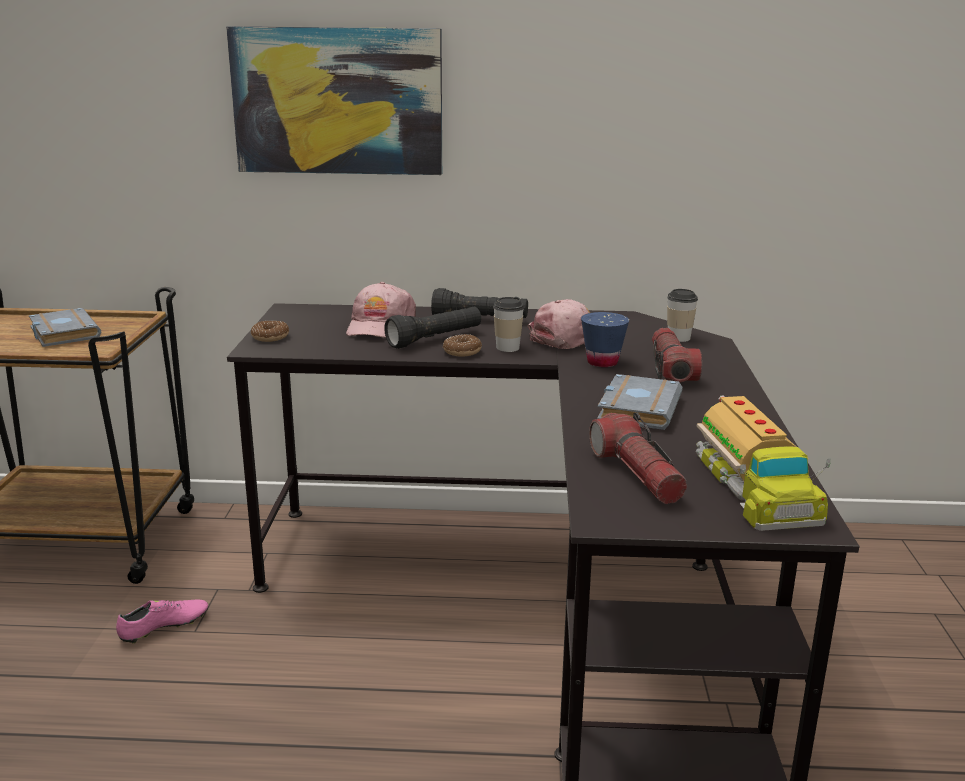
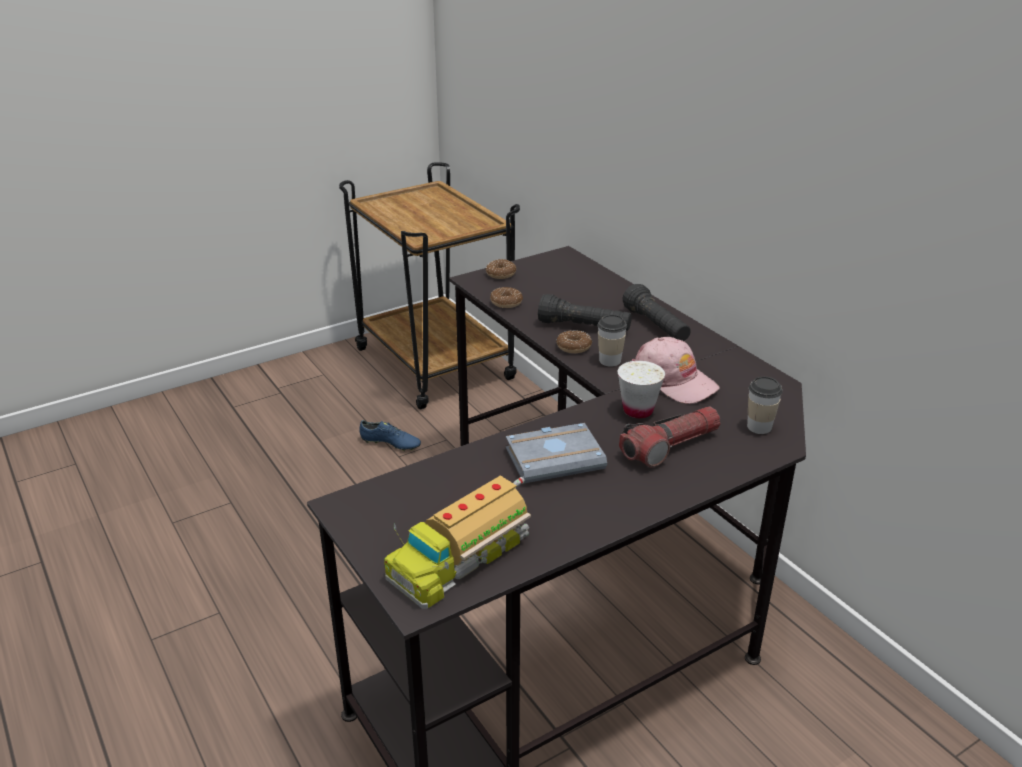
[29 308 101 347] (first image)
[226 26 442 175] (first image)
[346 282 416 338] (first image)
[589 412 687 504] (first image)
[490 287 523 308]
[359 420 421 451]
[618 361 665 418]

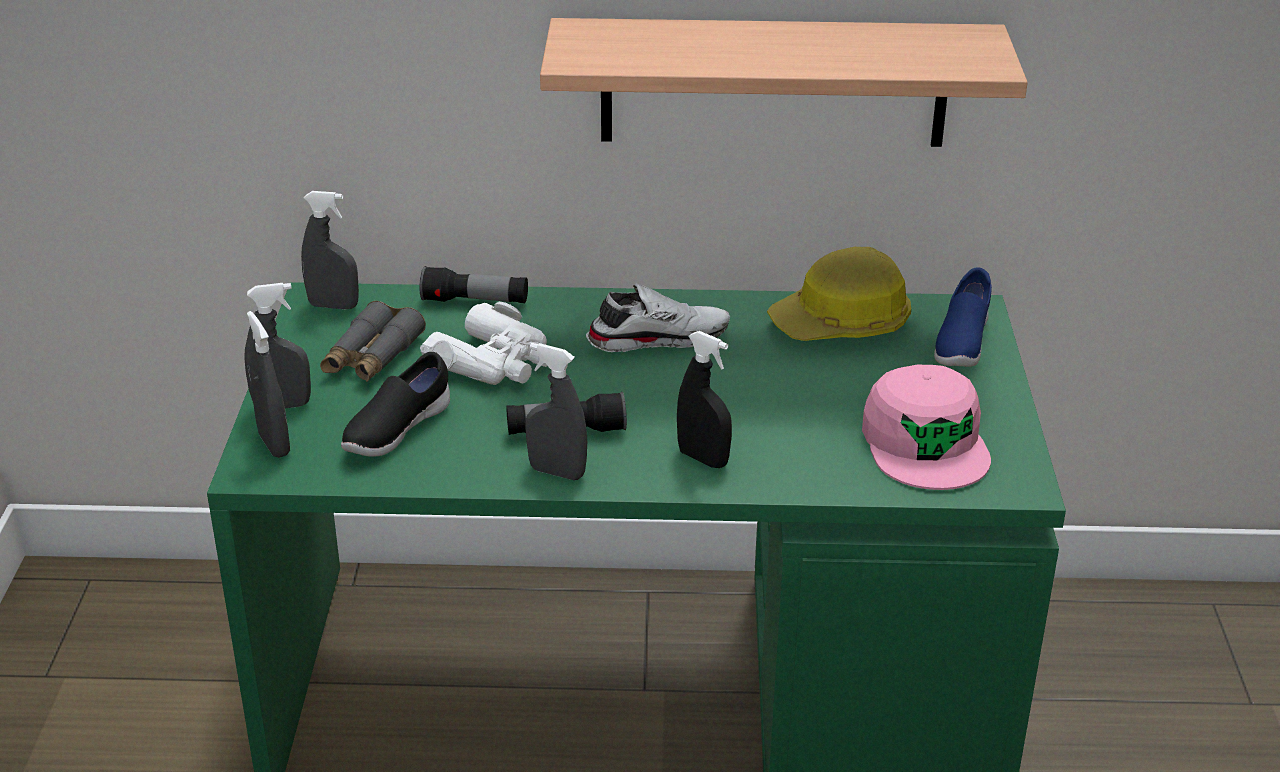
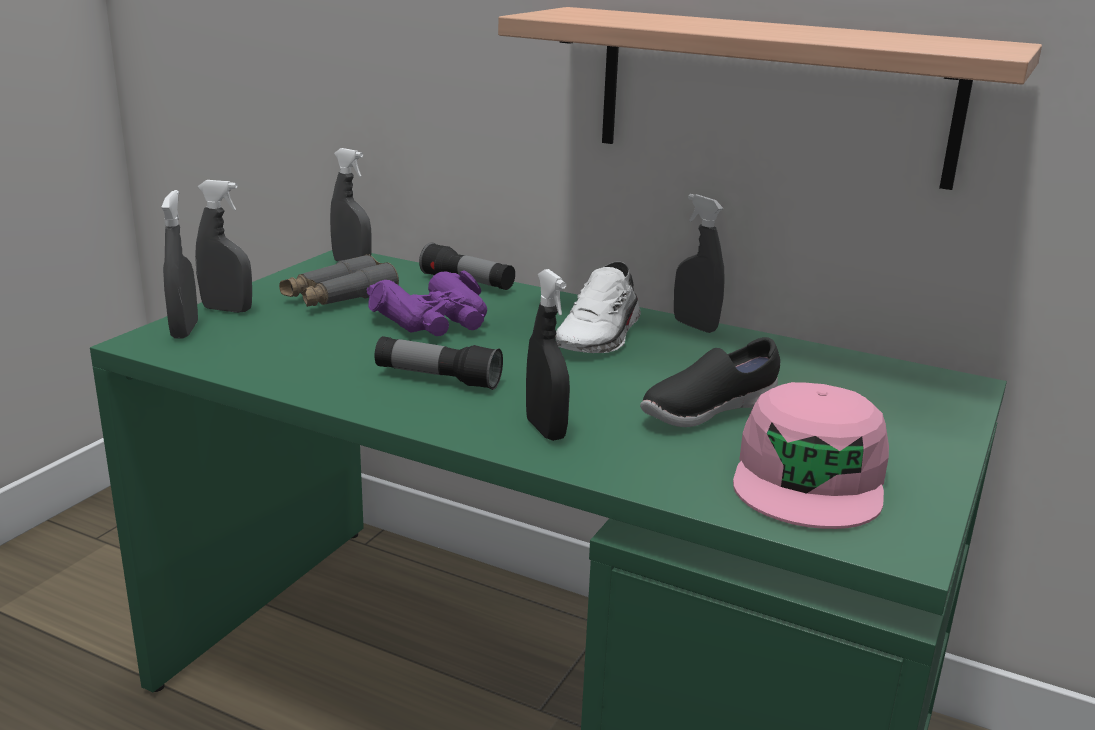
[767 247 911 341] (first image)
[934 267 992 367] (first image)
[640 337 780 427]
[674 194 725 333]
[366 271 487 336]
[555 261 641 353]

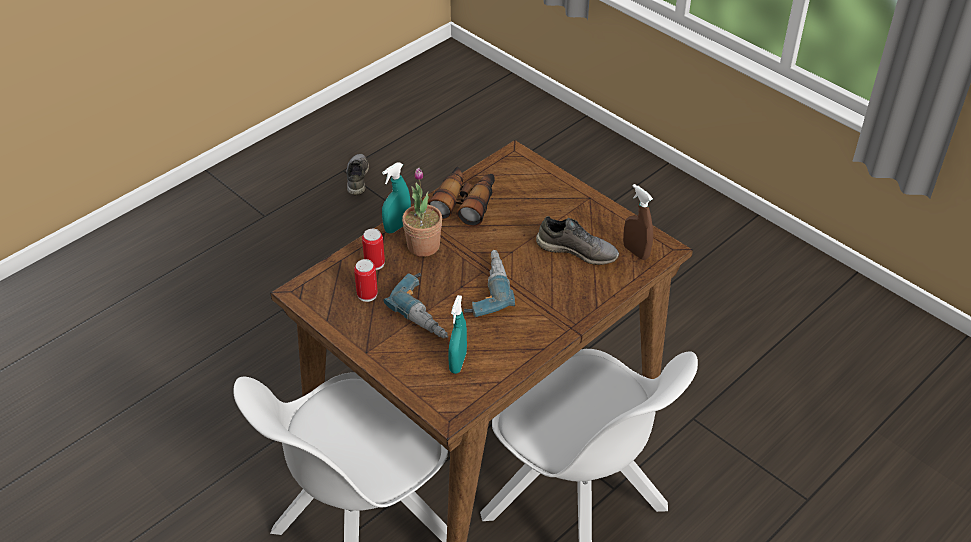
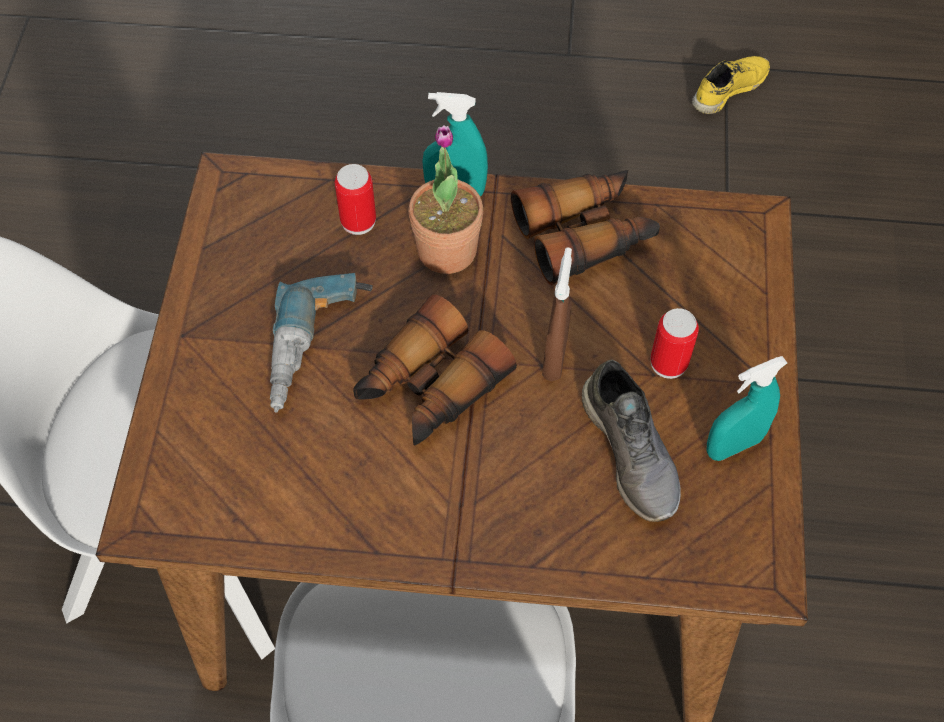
[650 308 699 379]
[707 356 787 461]
[542 247 572 381]
[353 295 517 445]
[692 56 770 114]

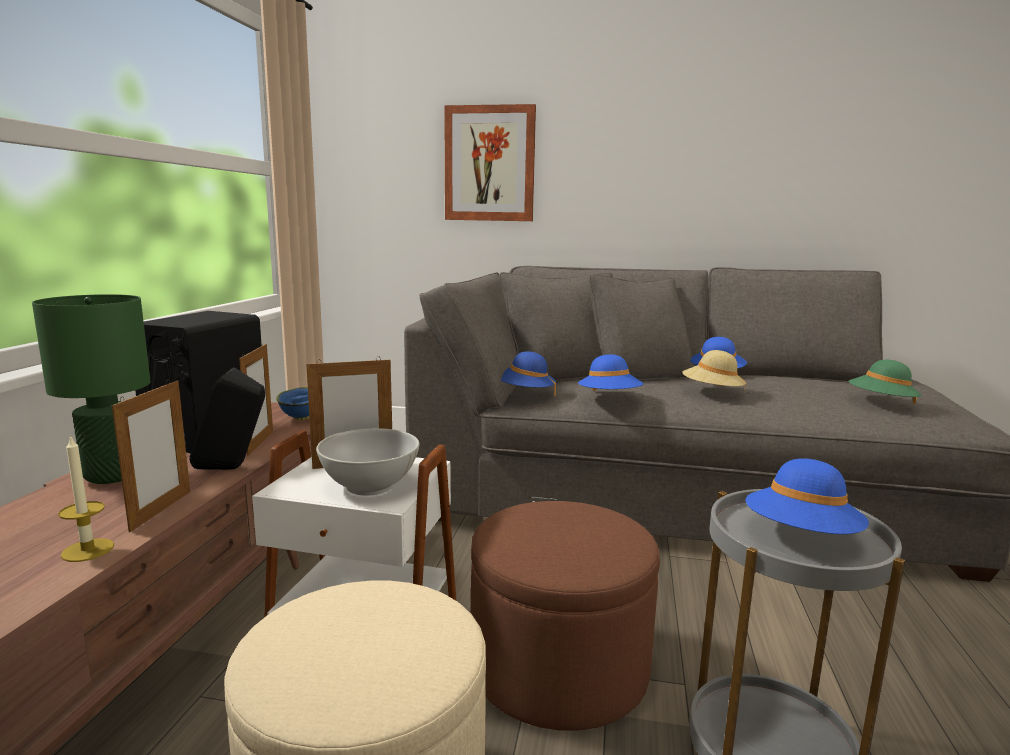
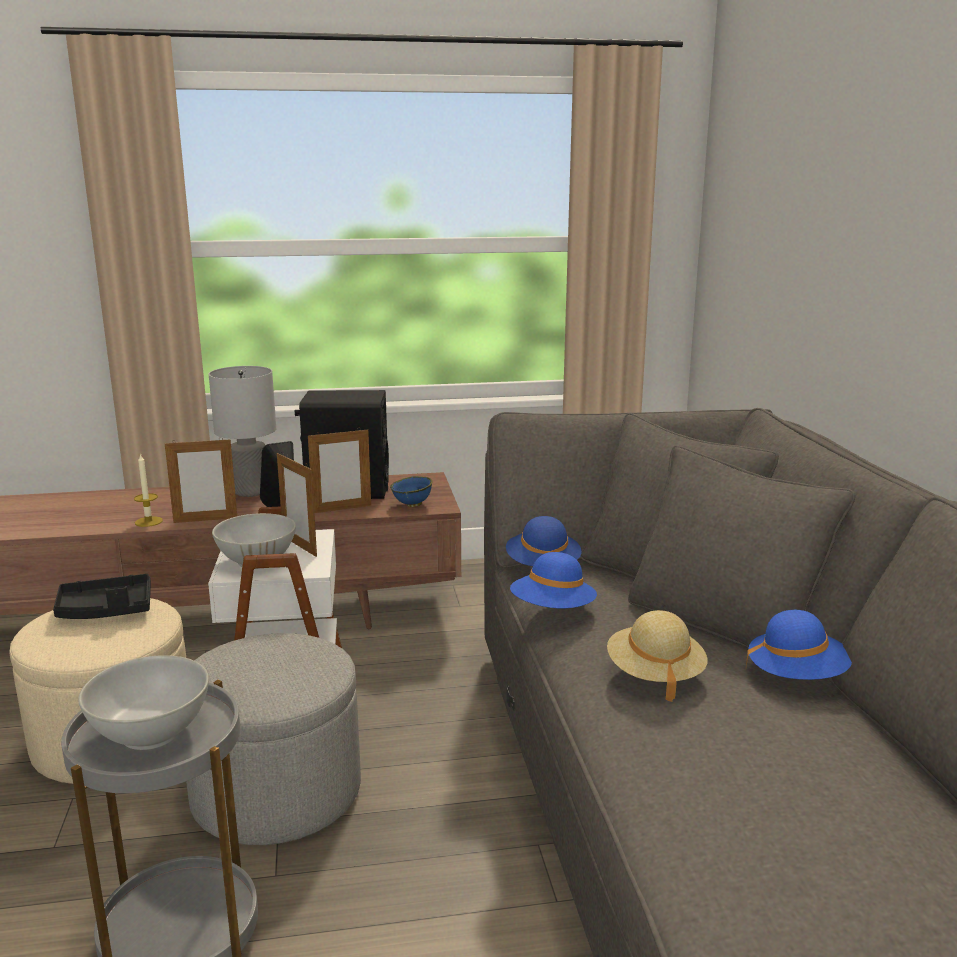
[444 104 536 221] (first image)
[848 360 922 404] (first image)
[53 574 151 619]
[78 655 209 750]
[209 366 276 497]
[186 633 361 845]

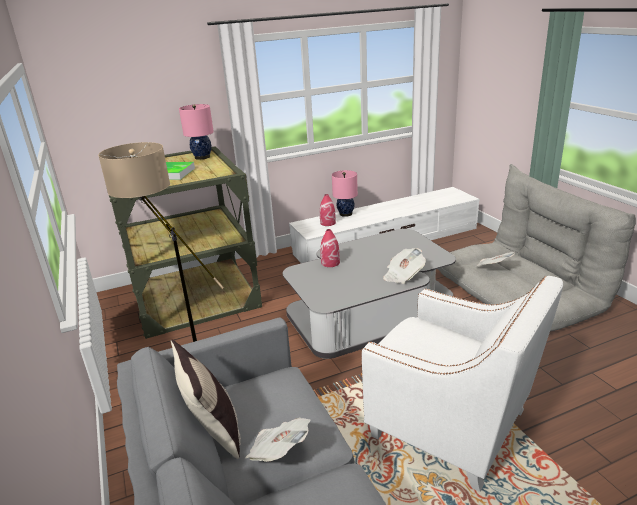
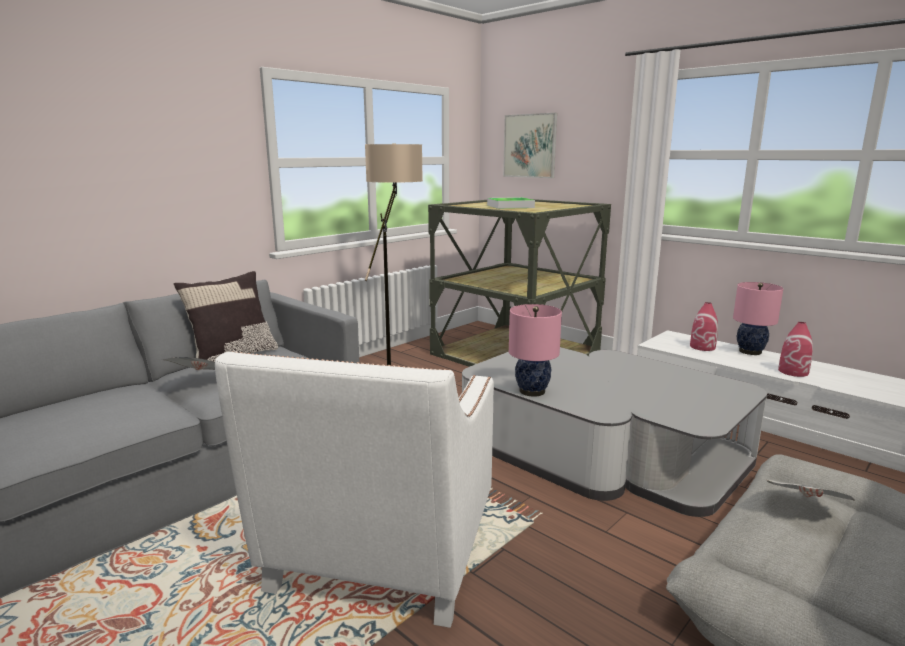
[383 248 426 284] (first image)
[503 113 557 178]
[509 304 562 397]
[778 322 813 377]

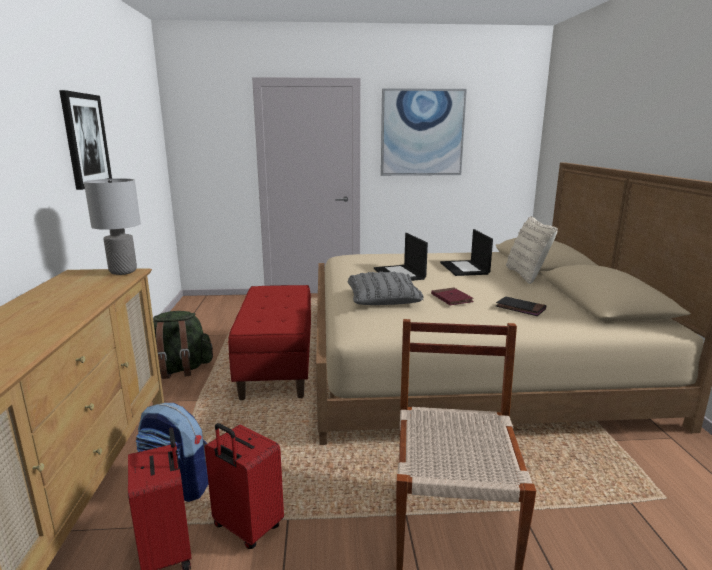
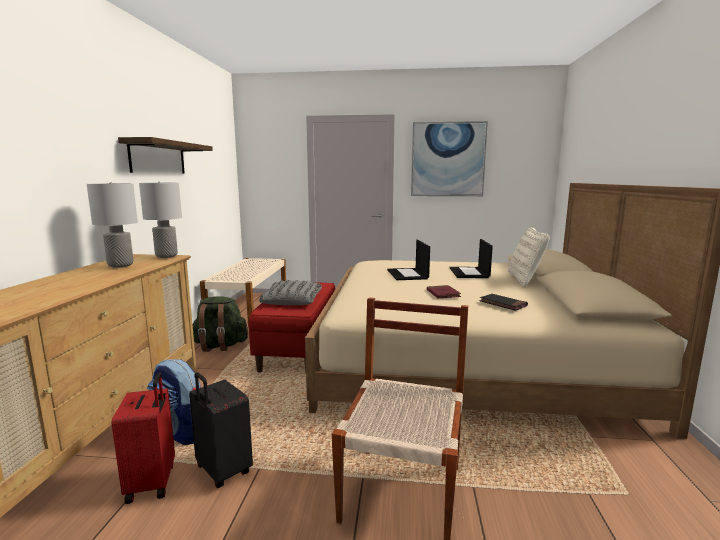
[87 182 138 268]
[200 258 286 328]
[259 280 322 305]
[118 137 213 173]
[189 372 253 488]

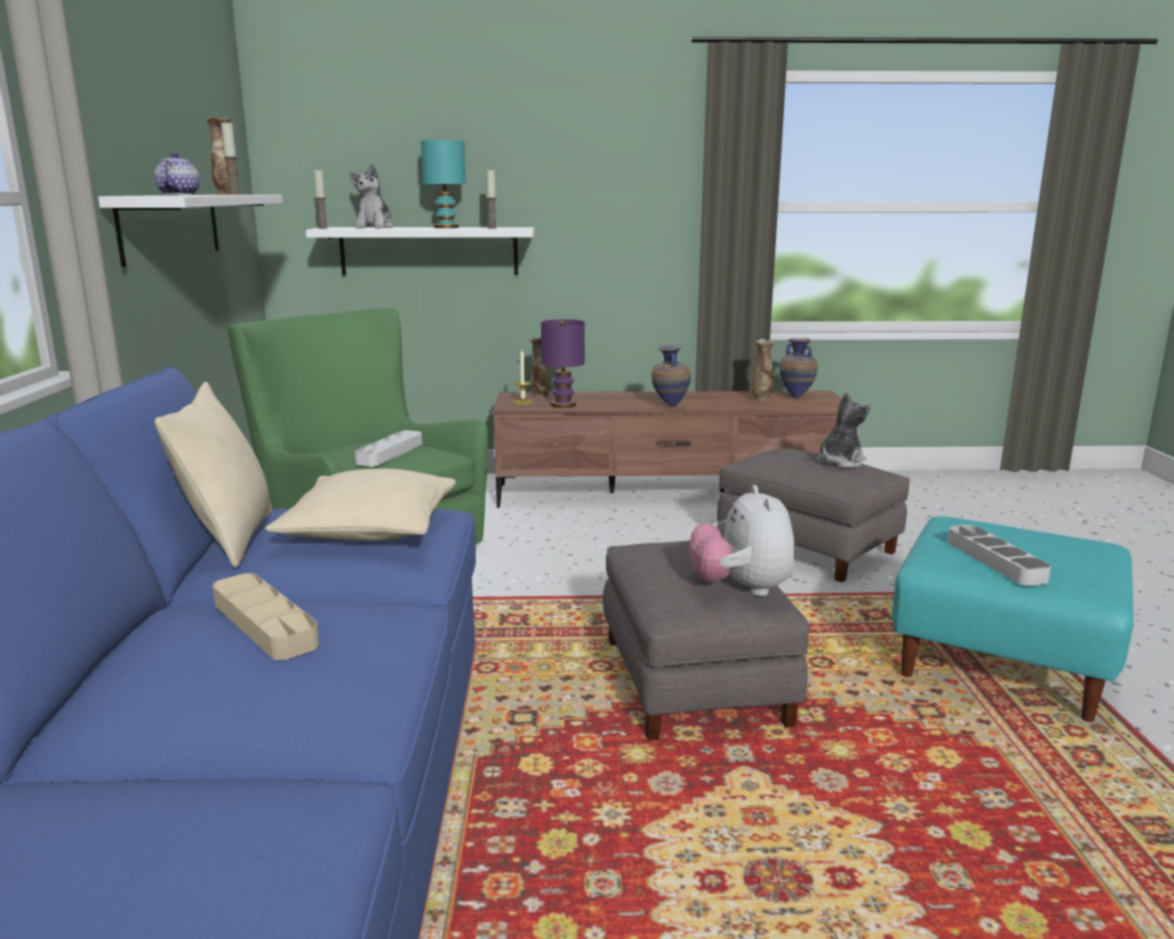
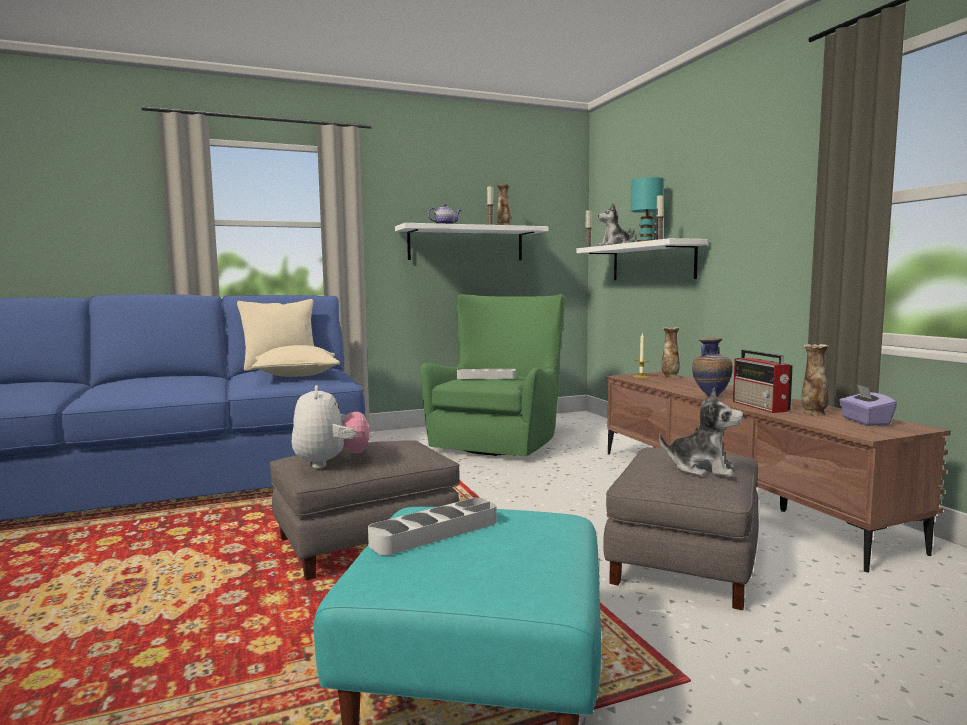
[212 573 319 660] (first image)
[541 319 585 408] (first image)
[733 350 793 413]
[839 384 897 426]
[292 385 370 468]

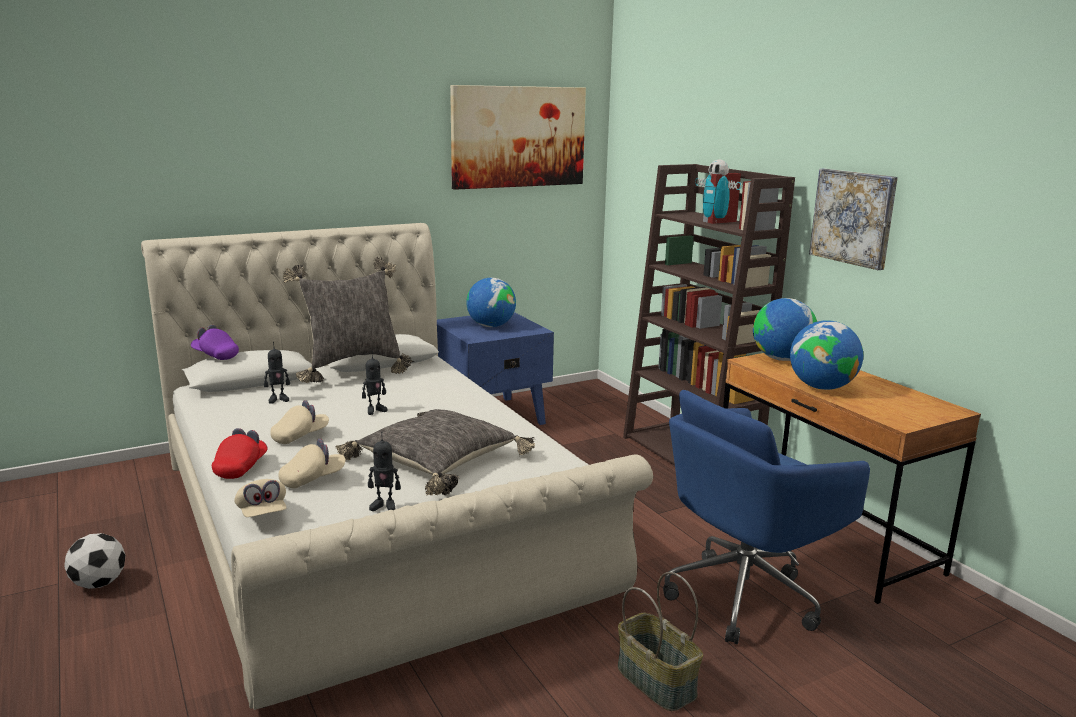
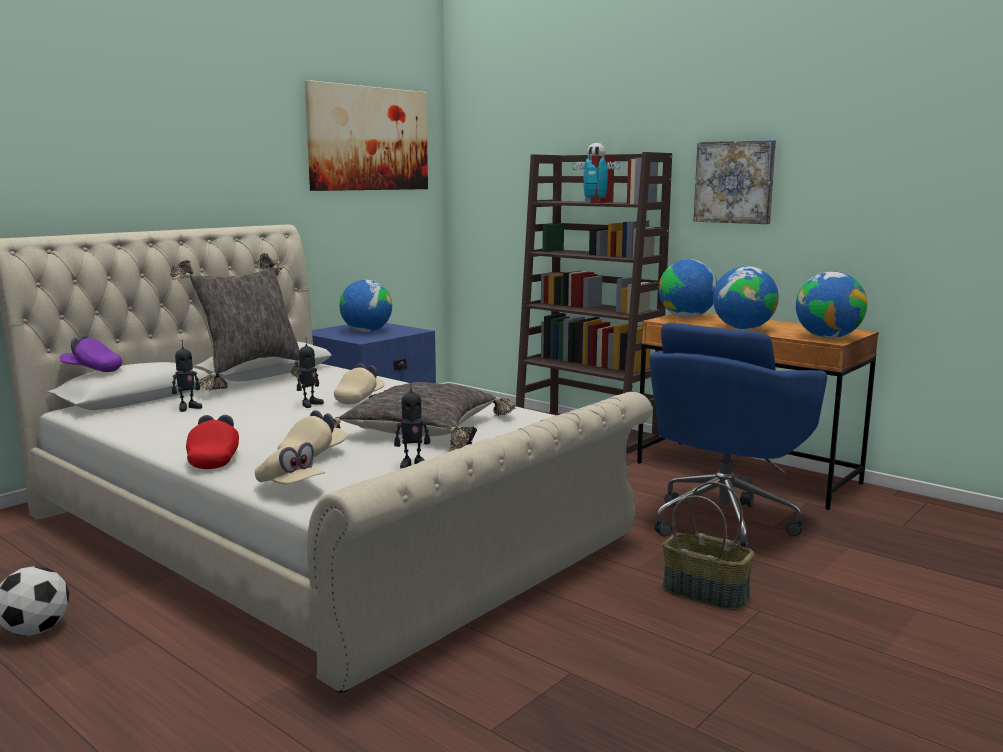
[796 271 867 338]
[334 363 385 404]

